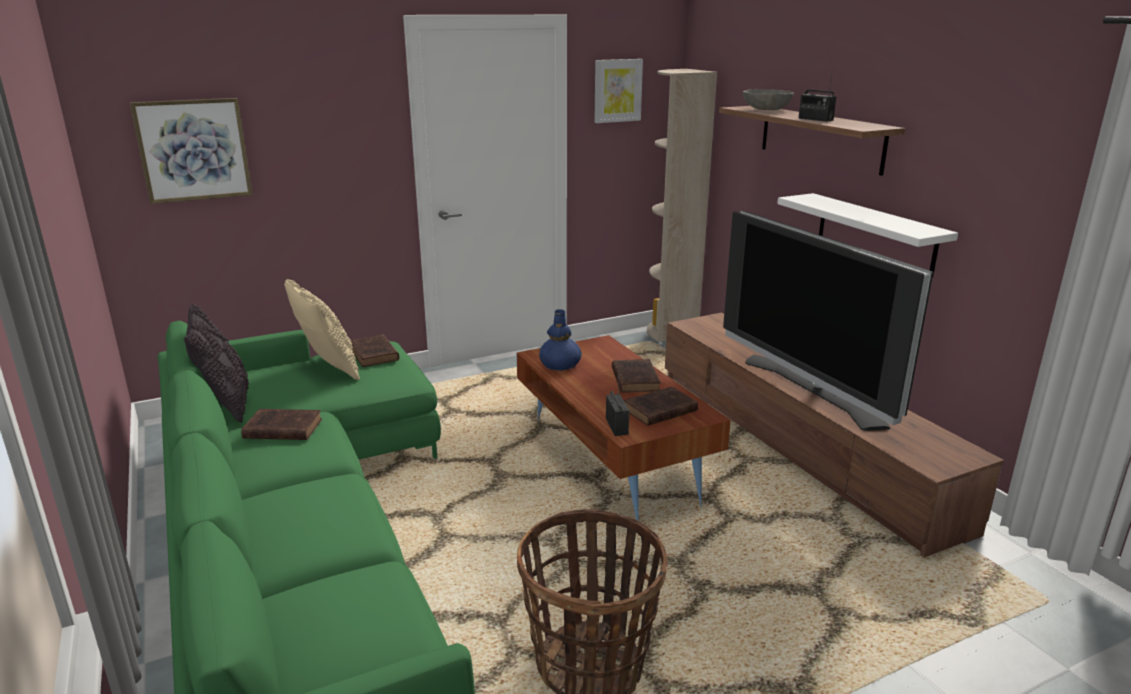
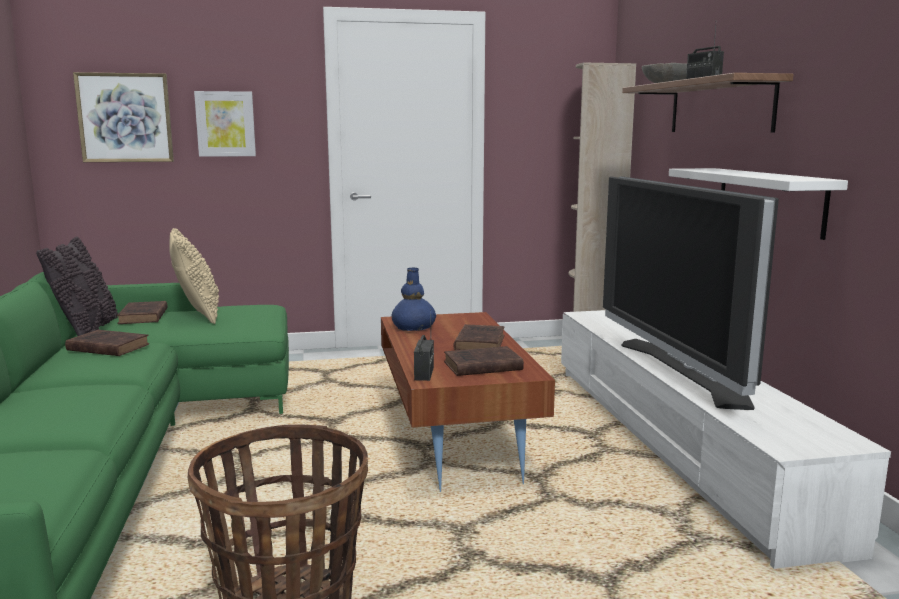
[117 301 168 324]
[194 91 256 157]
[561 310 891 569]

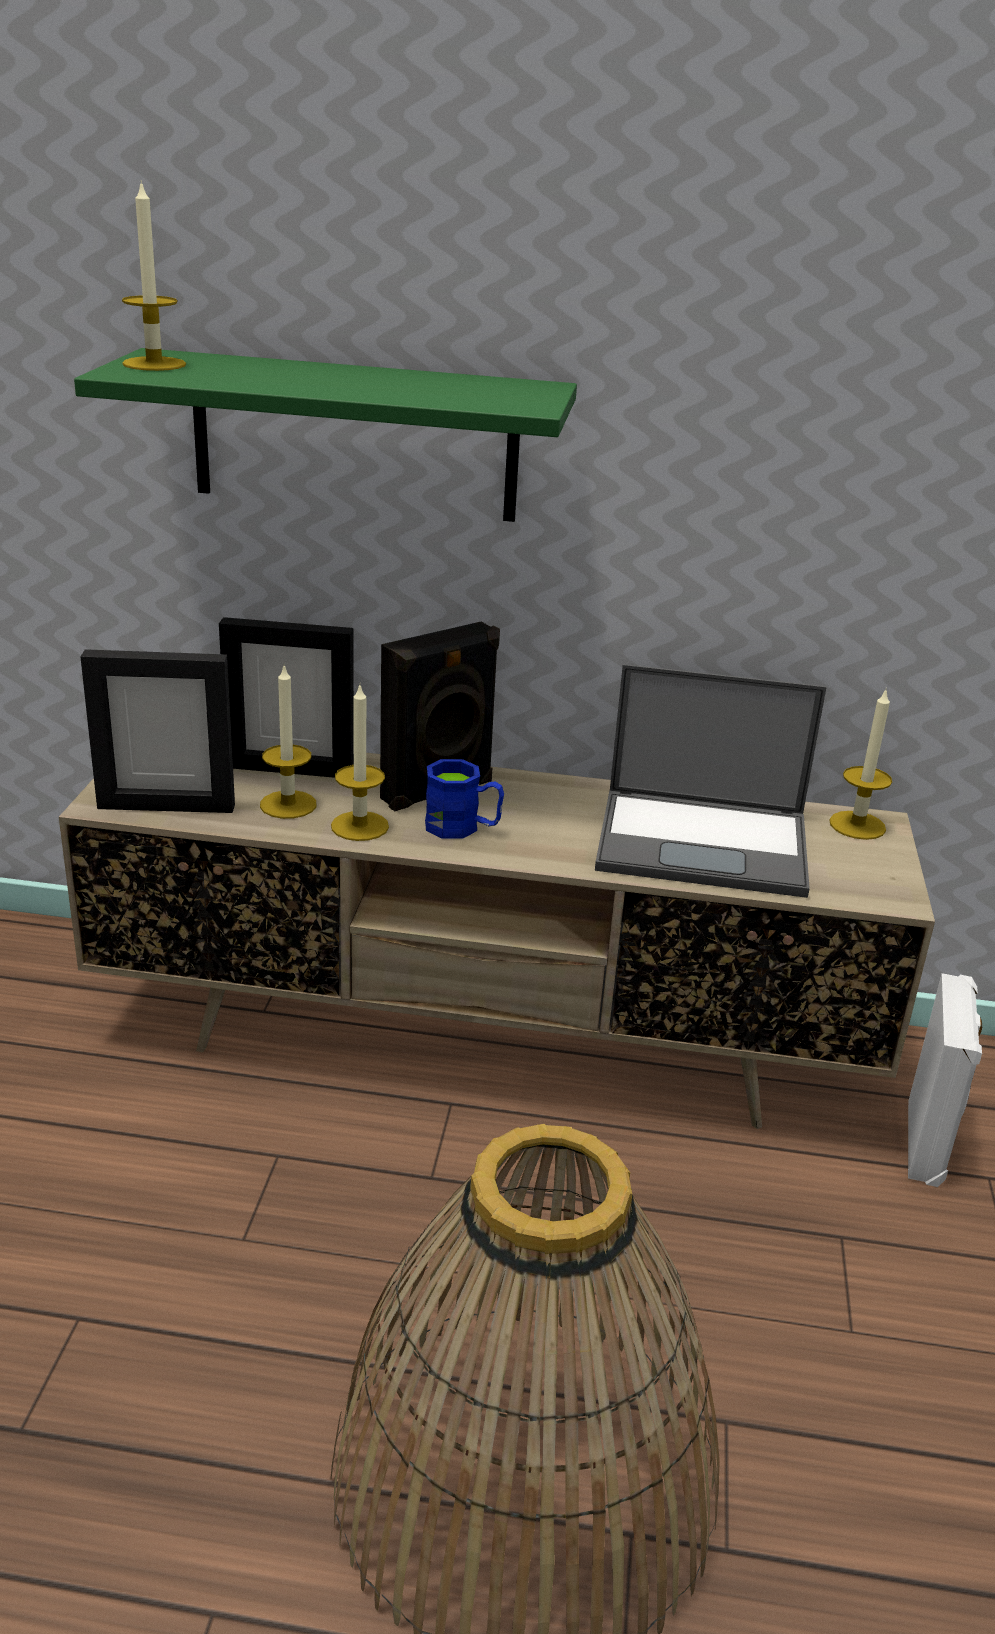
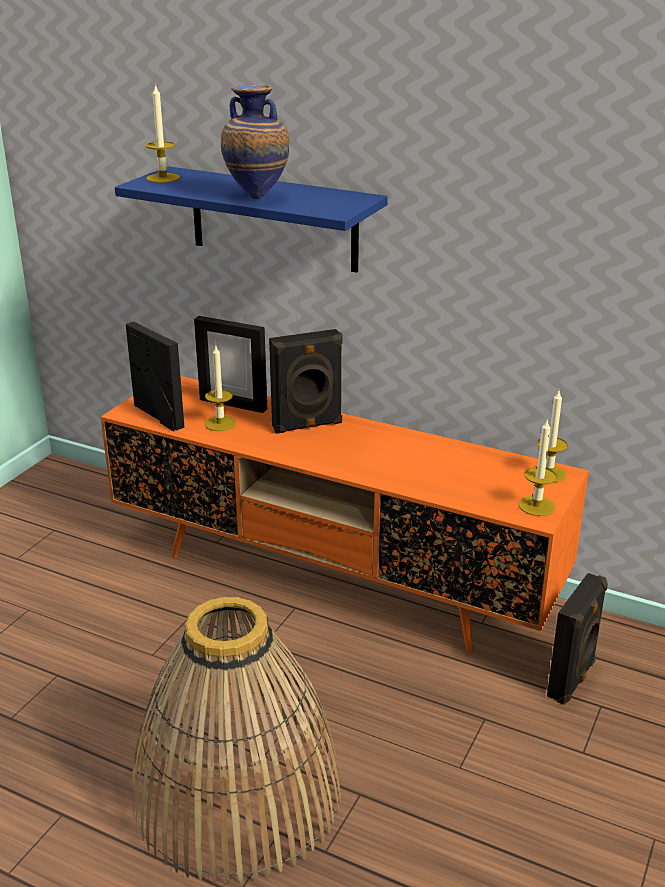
[425 759 504 838] (first image)
[595 664 827 898] (first image)
[221 85 289 200]
[519 418 557 516]
[101 376 589 653]
[115 166 388 273]
[547 573 608 705]
[126 322 184 432]

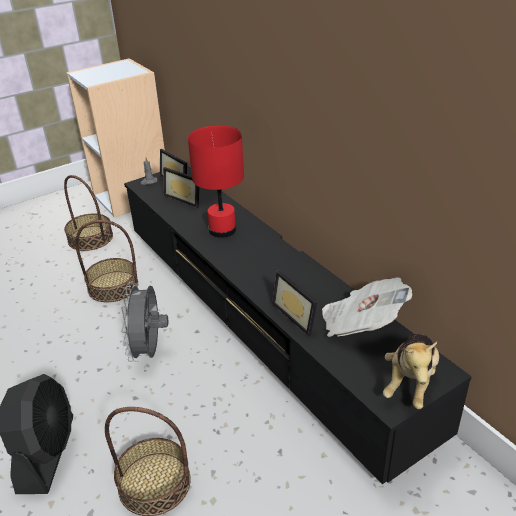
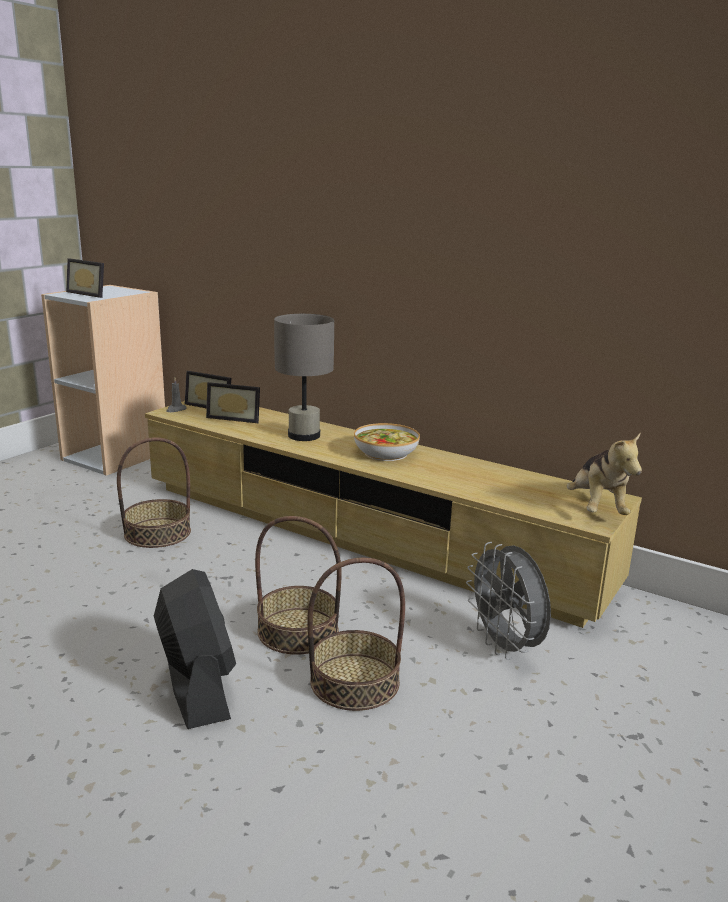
[322 277 412 337] (first image)
[354 423 420 461]
[255 516 342 654]
[466 542 551 660]
[66 258 104 298]
[145 401 642 628]
[274 314 334 441]

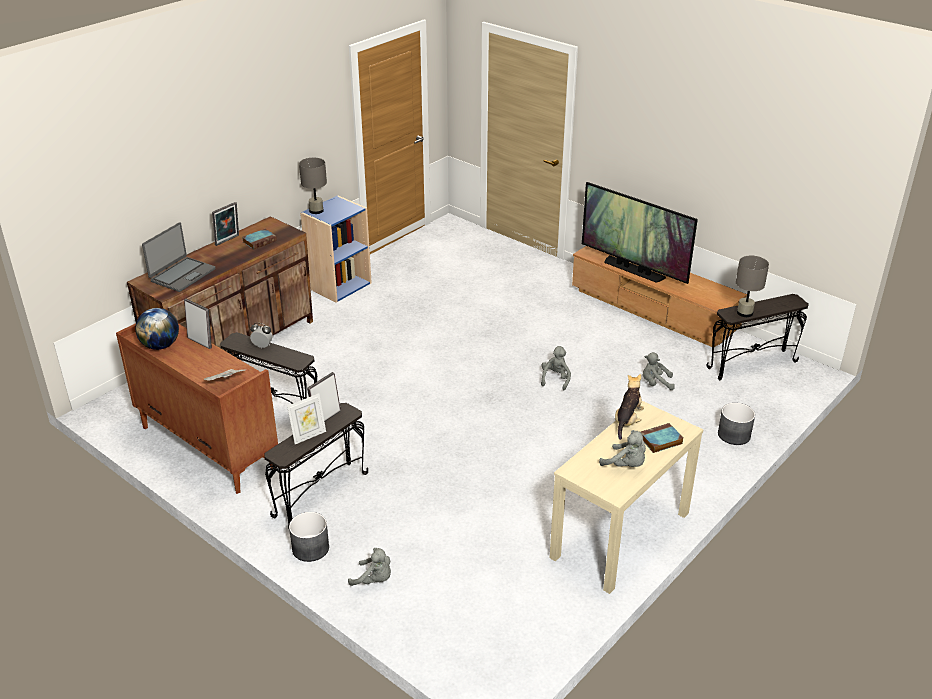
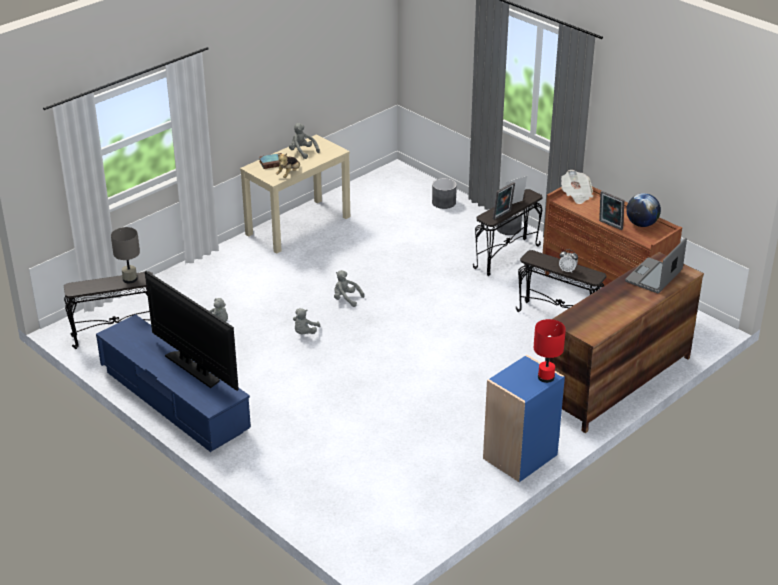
[212 202 239 246] (first image)
[242 229 277 250] (first image)
[334 270 365 307]
[432 178 457 209]
[534 319 566 383]
[96 314 251 452]

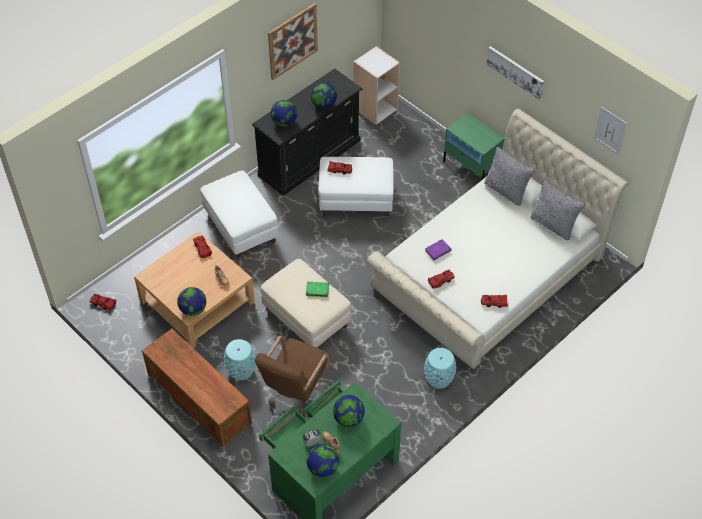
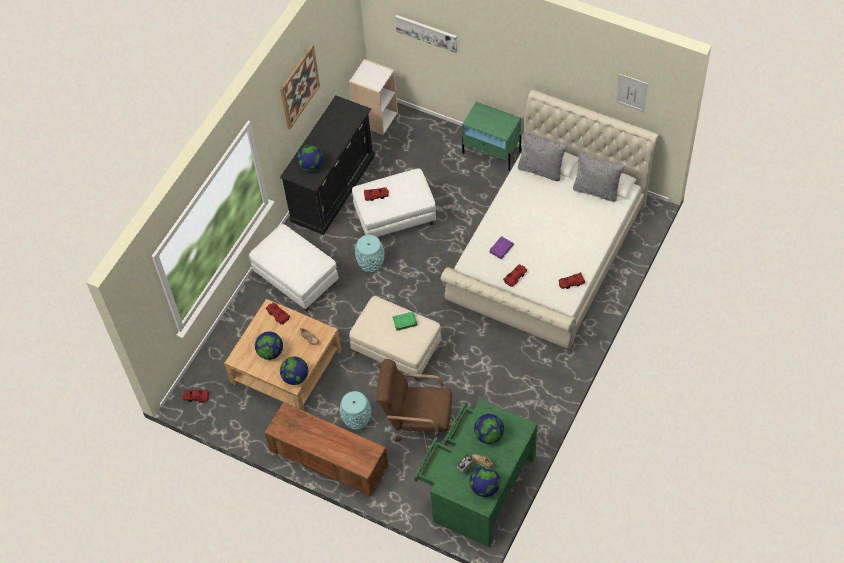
[255 332 283 360]
[355 235 385 273]
[395 15 457 53]
[377 359 452 453]

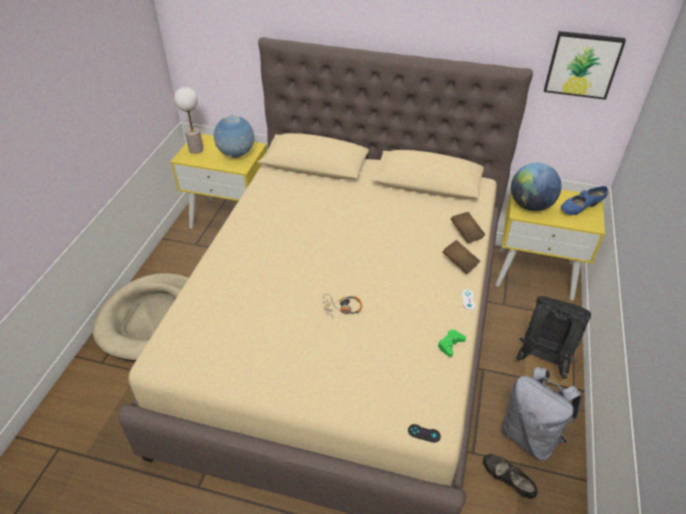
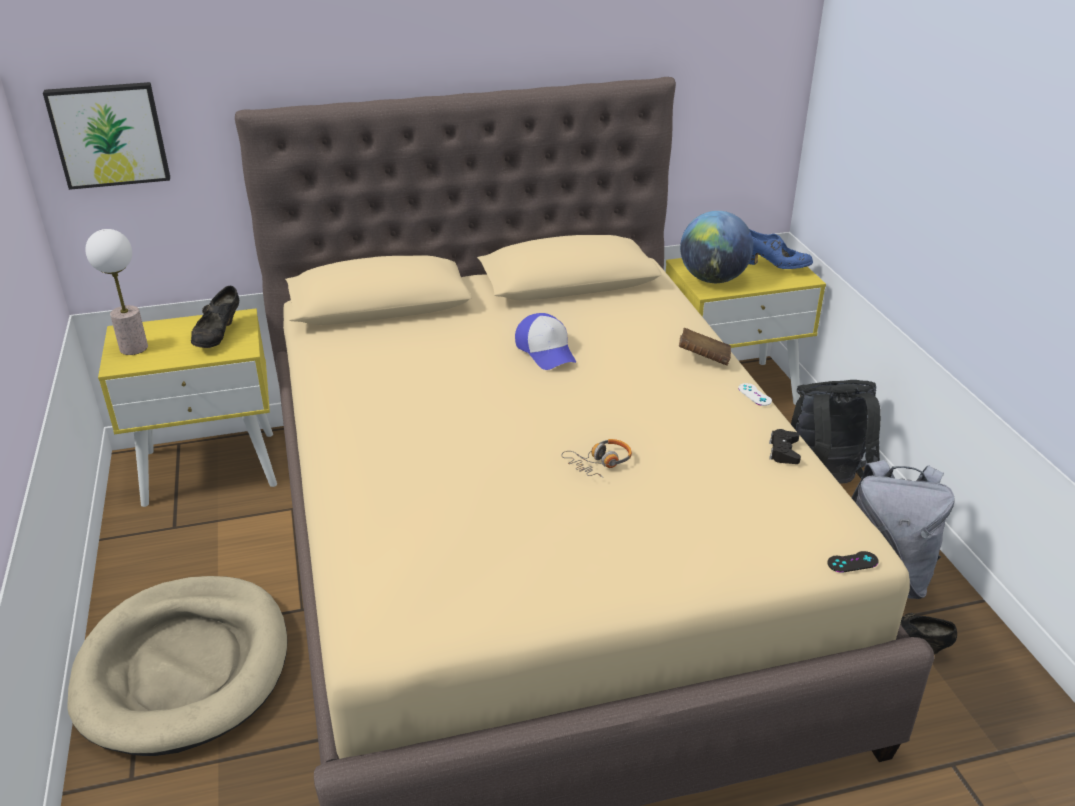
[451 212 485 243] (first image)
[515 313 576 370]
[43 82 170 190]
[191 286 239 348]
[769 429 801 464]
[749 229 813 269]

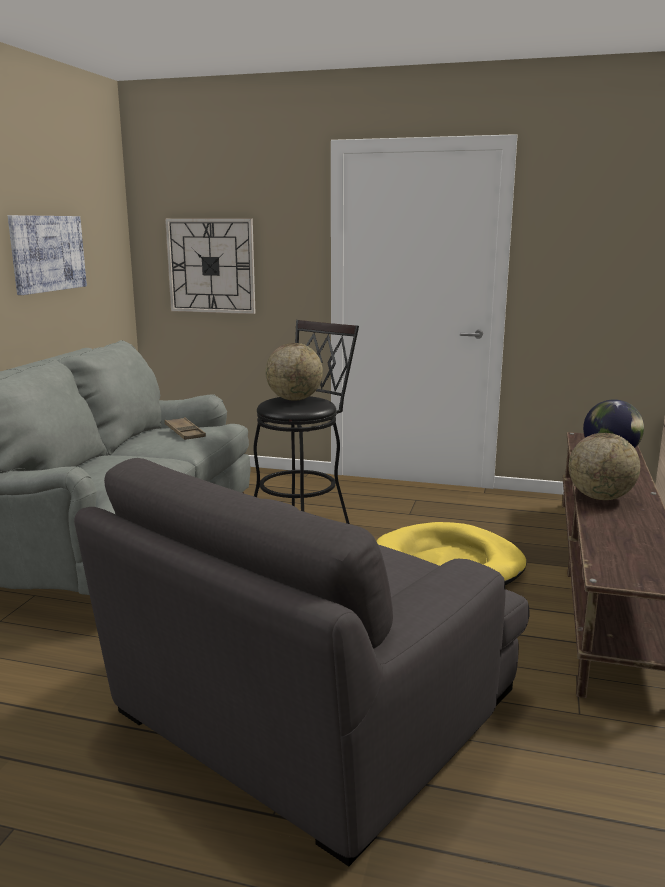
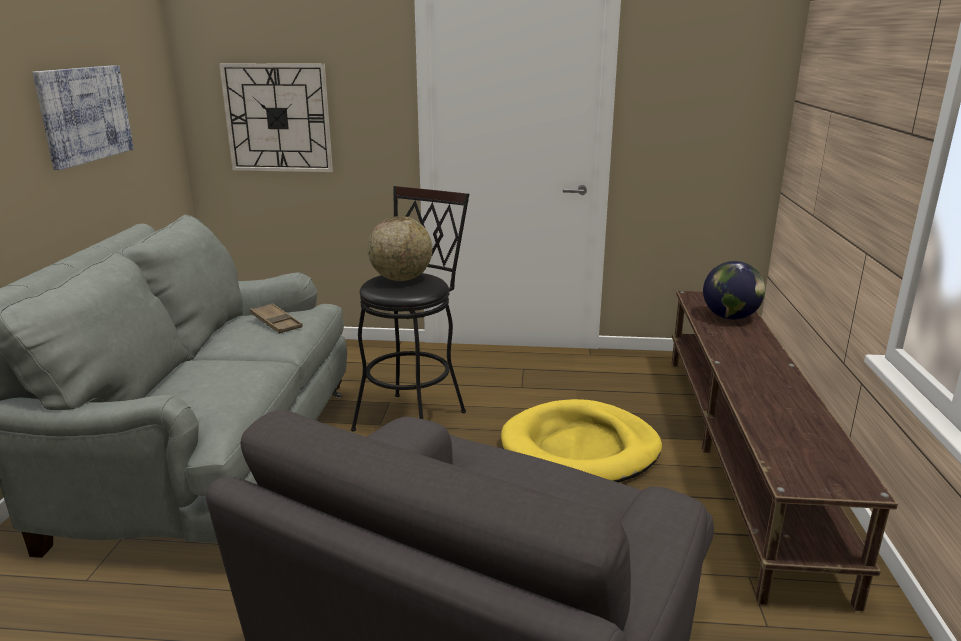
[569 433 640 500] (first image)

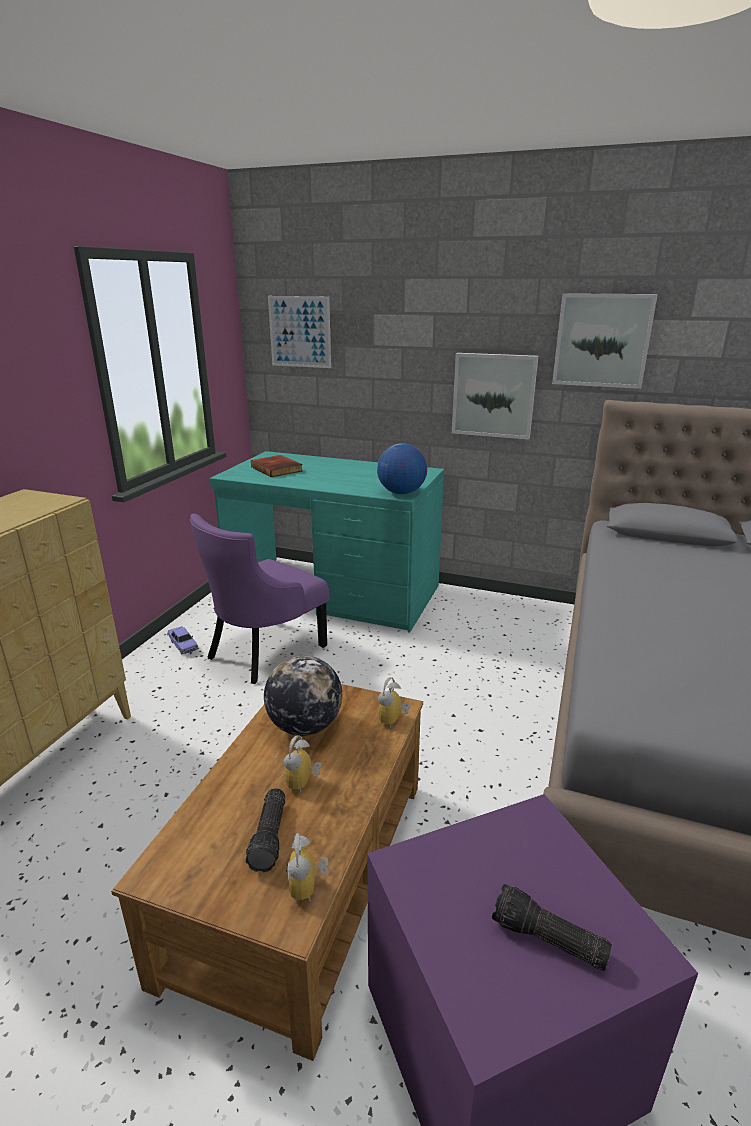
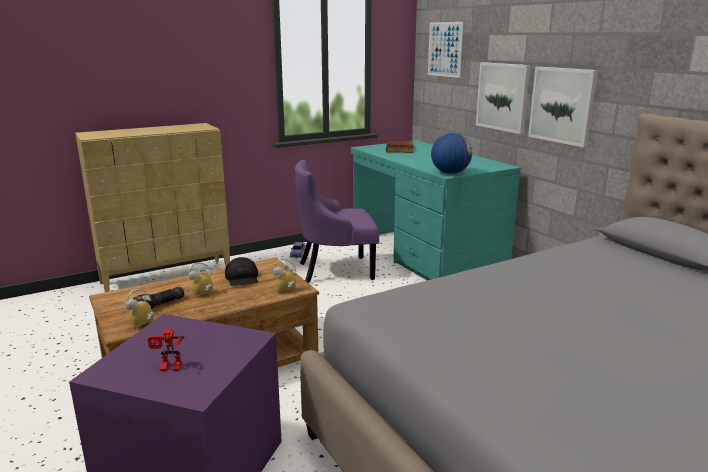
[476 62 531 134]
[225 257 258 286]
[148 328 184 371]

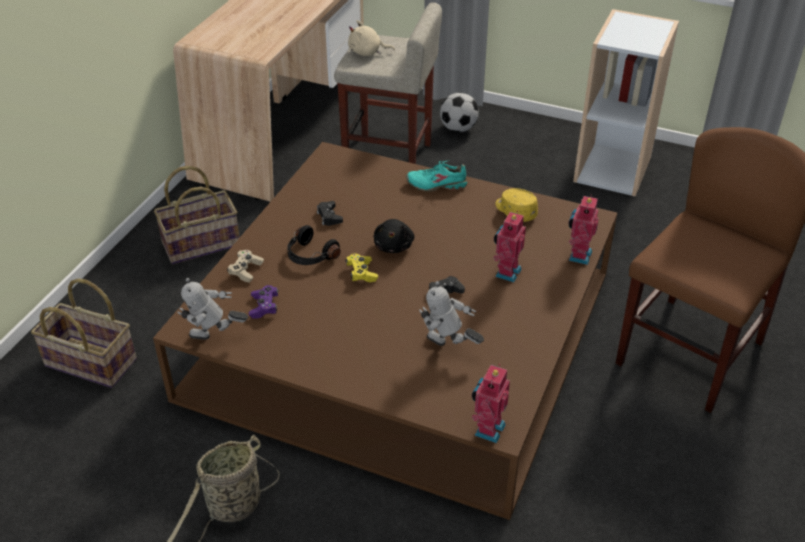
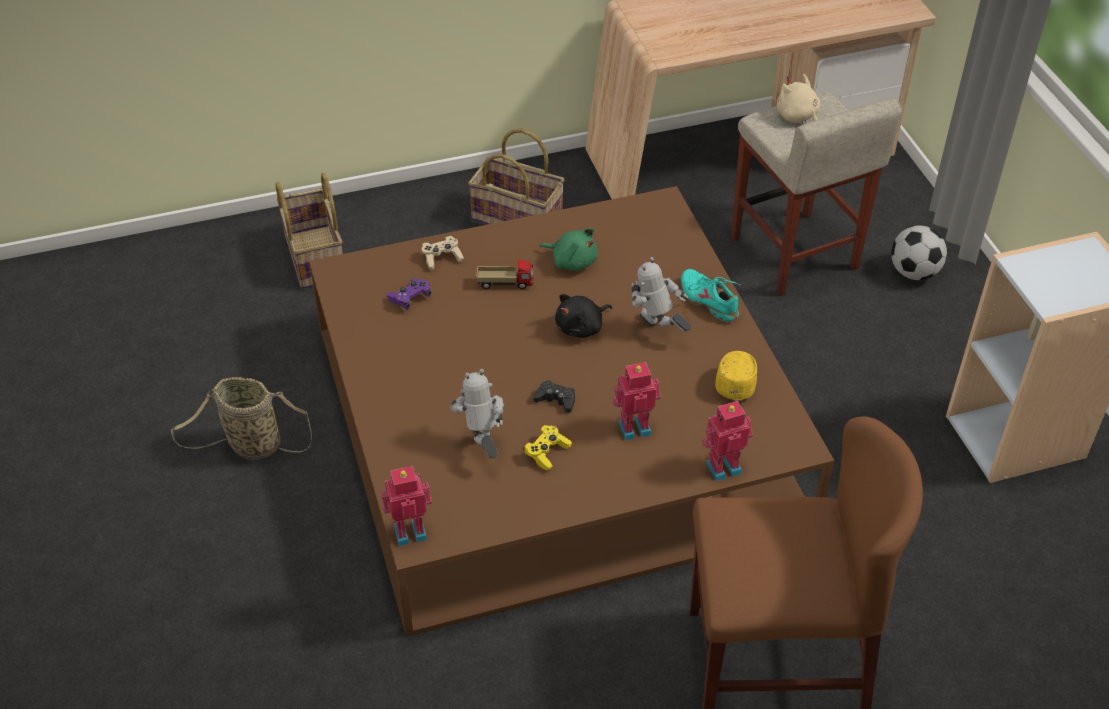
[632 257 691 332]
[523 425 572 471]
[476 260 534 289]
[539 228 598 270]

